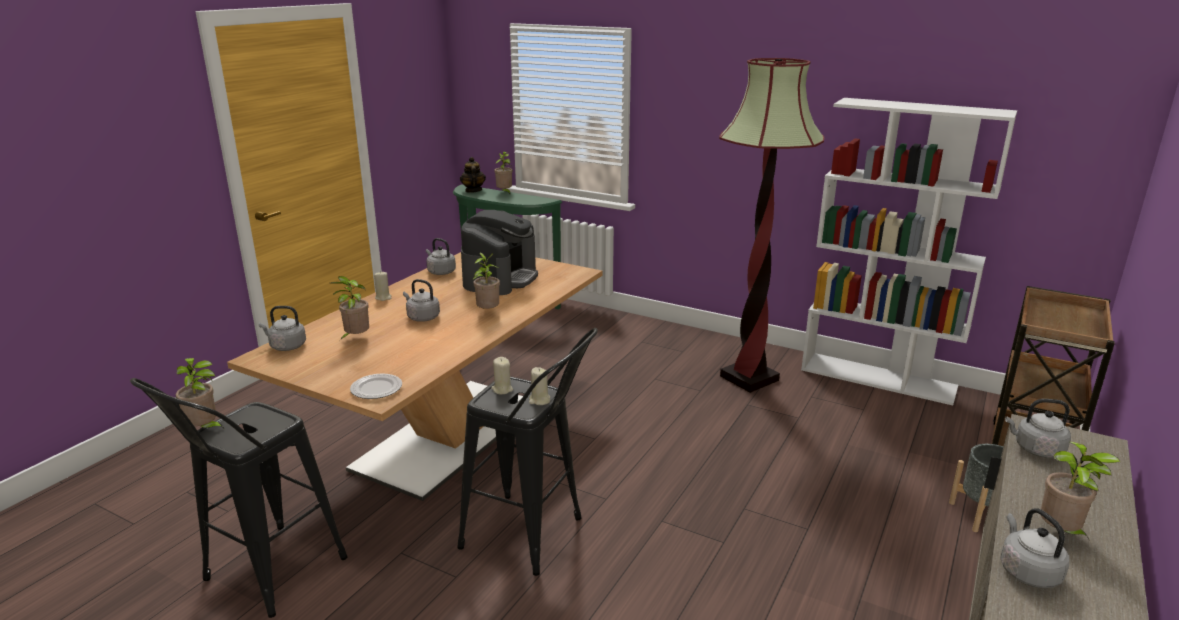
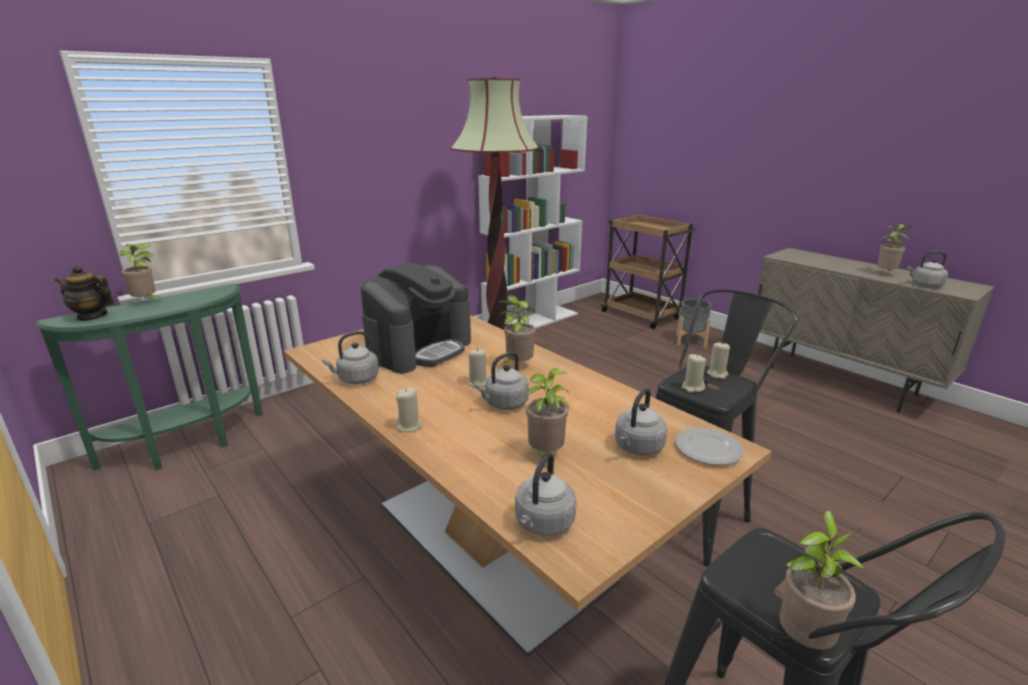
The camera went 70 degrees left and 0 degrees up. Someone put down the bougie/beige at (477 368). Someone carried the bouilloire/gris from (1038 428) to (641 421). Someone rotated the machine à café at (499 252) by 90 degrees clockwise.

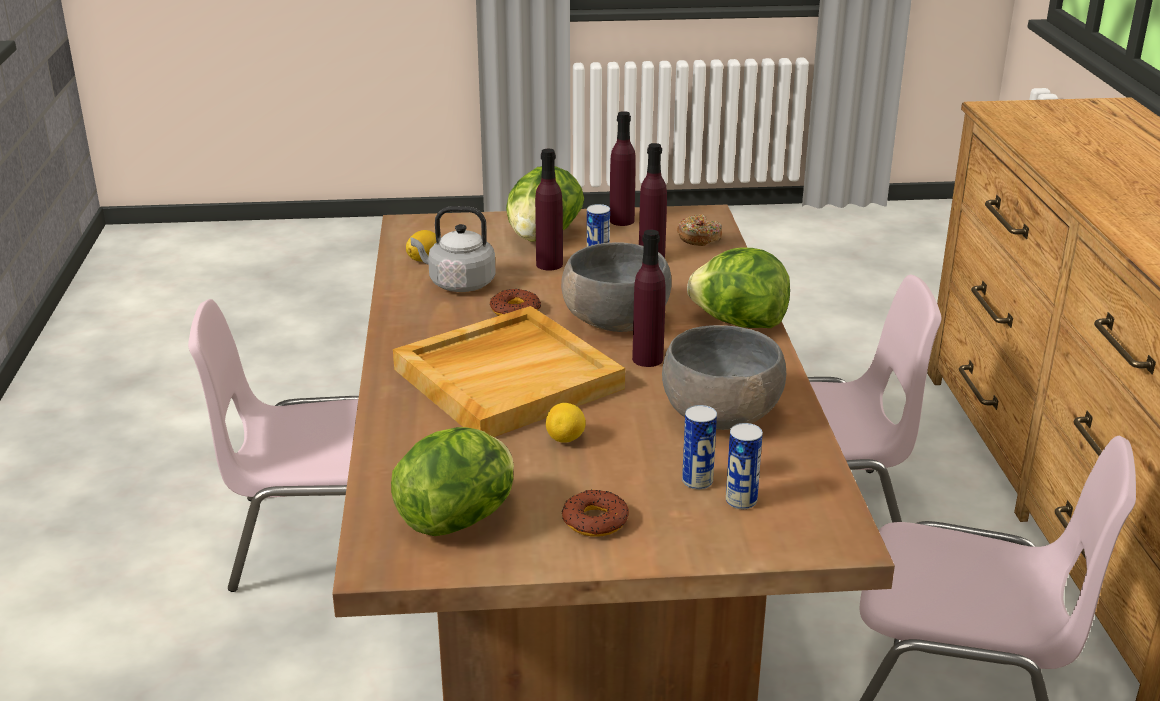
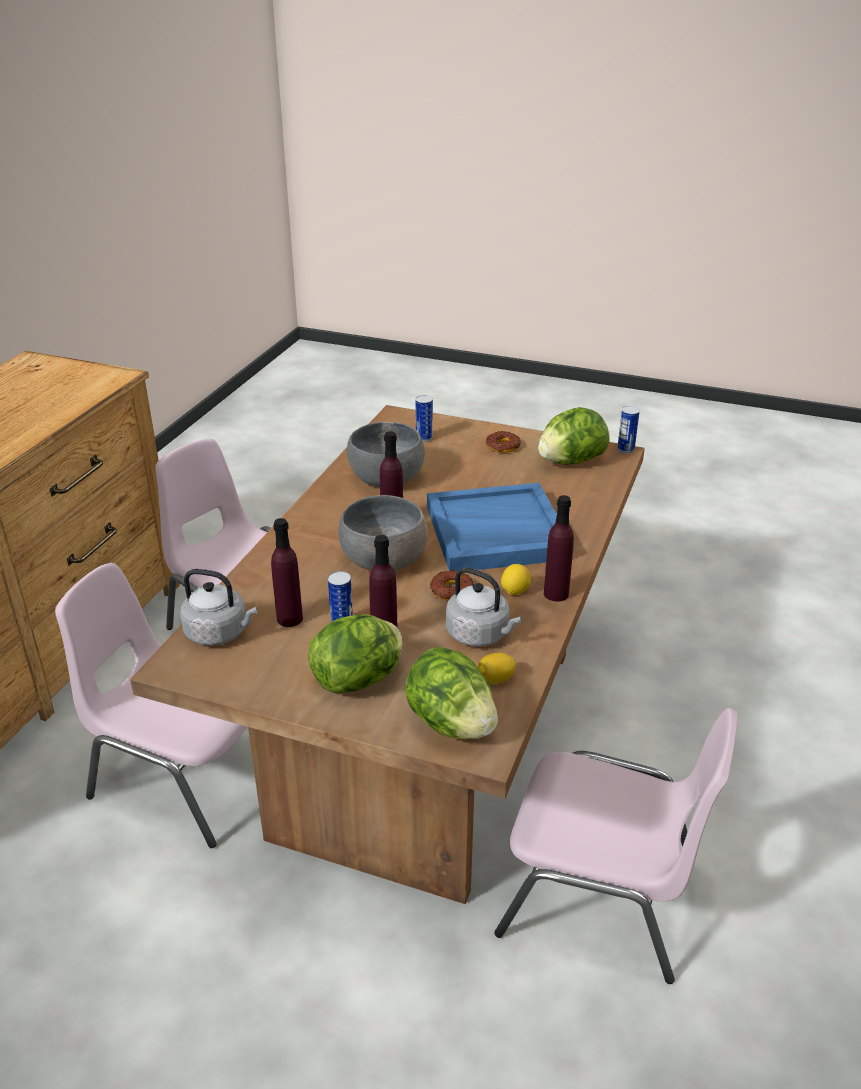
The camera went 155 degrees left and 5 degrees up. Someone carried the citron from (566 423) to (516 579). Someone carried the bouteille/violet from (623 168) to (559 548). Someone carried the boîte métallique from (699 447) to (628 430). Someone carried the laitue from (738 287) to (451 692). Someone swapped the beignet at (699 230) for the bouilloire/gris at (219 607). Someone repainted the plateau/beige at (509 371), which became the plateau/bleu at (500 527).

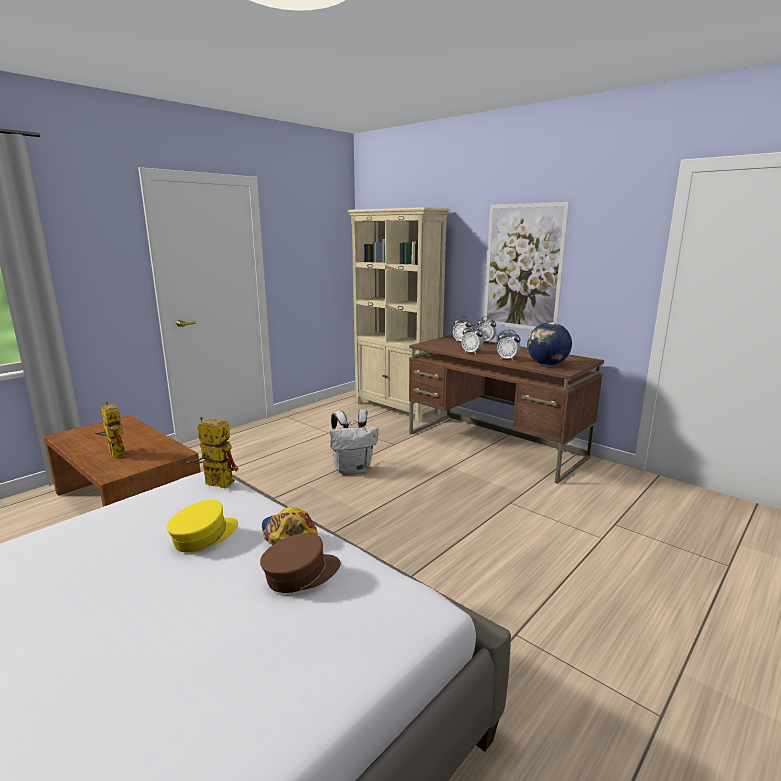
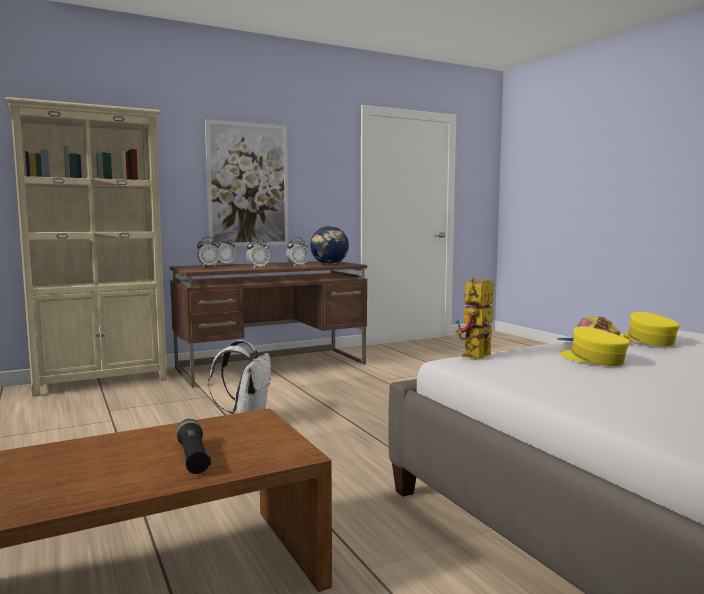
The camera went 70 degrees left and 10 degrees down. Someone swapped the robot jouet at (111 430) for the lampe de poche/noir at (194 446). Someone repainted the casquette/marron at (300 563), which became the casquette/jaune at (650 329).

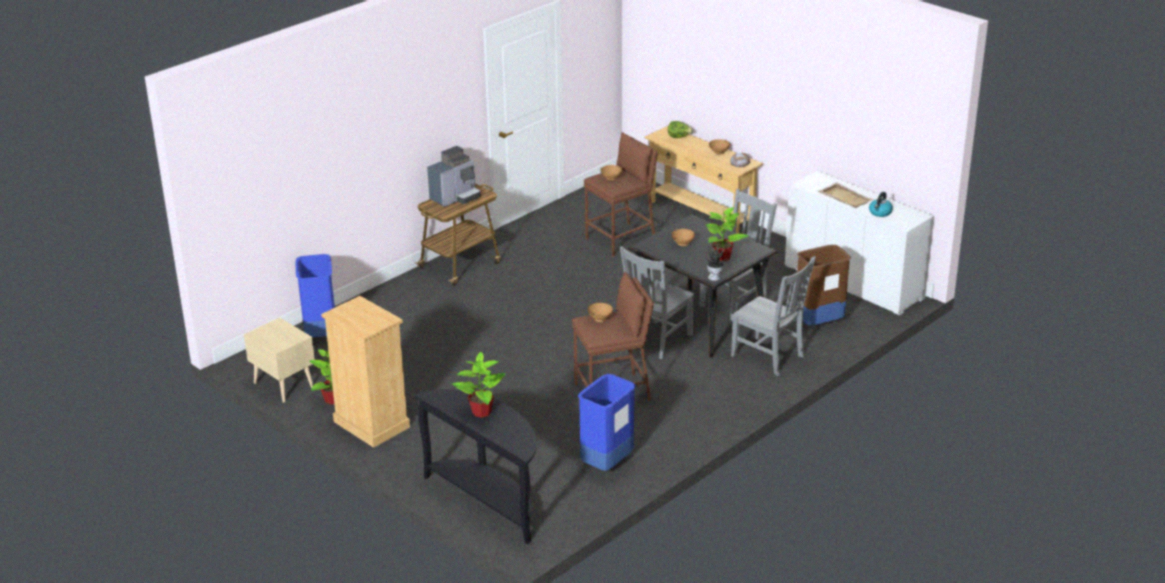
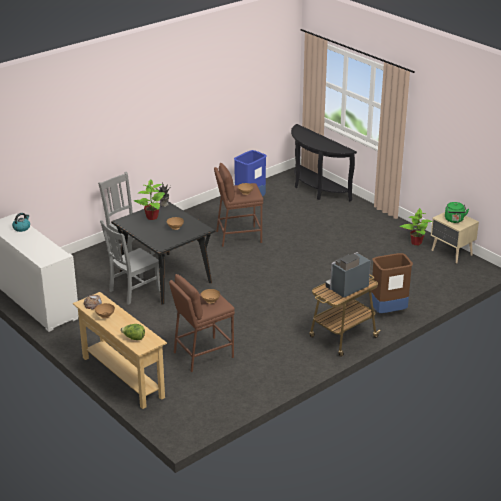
The camera went 175 degrees left and 0 degrees up. Someone took away the poubelle/bleu at (315 296). Someone took away the commode/beige at (365 372). Someone took away the plante en pot at (478 385). Someone took away the chaise/gris at (657 302). Someone took away the plateau/beige at (845 195). Someone put down the bouilloire/vert at (457 212). Someone carried the poubelle/marron from (824 285) to (392 283).

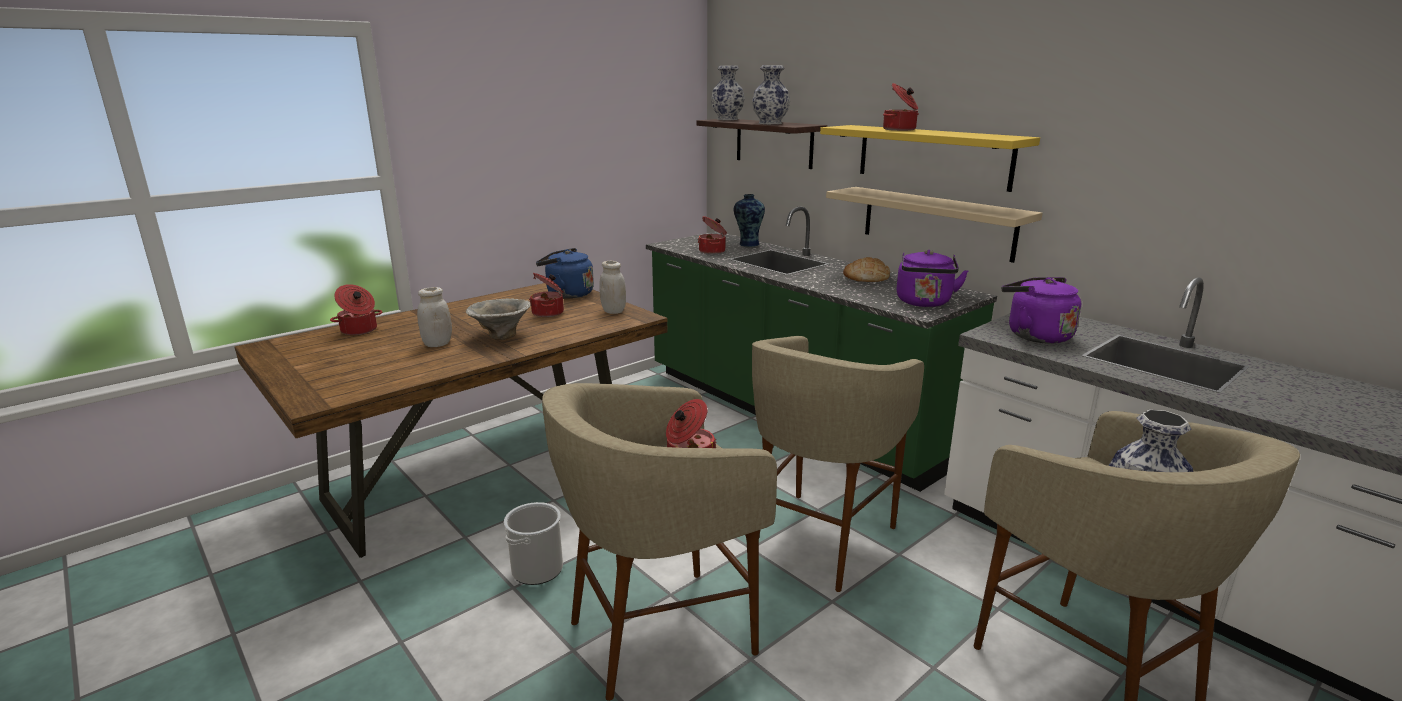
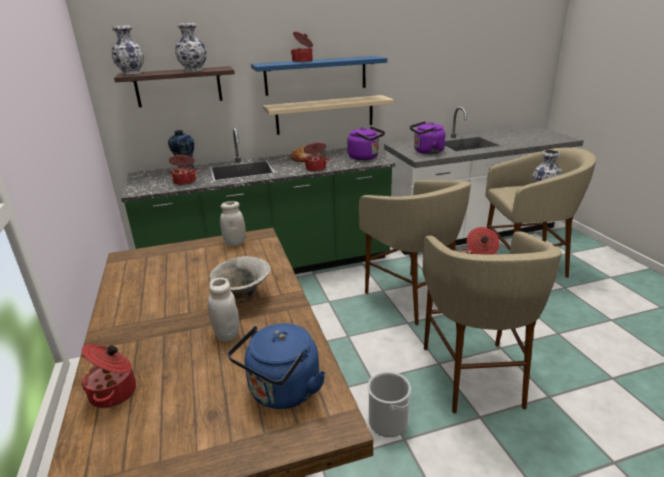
The camera went 65 degrees left and 5 degrees up. Someone carried the marmite from (546 295) to (315 156). Someone carried the bouilloire/bleu from (565 273) to (276 366). Someone repainted the étagère/jaune at (930 158), which became the étagère/bleu at (319 76).

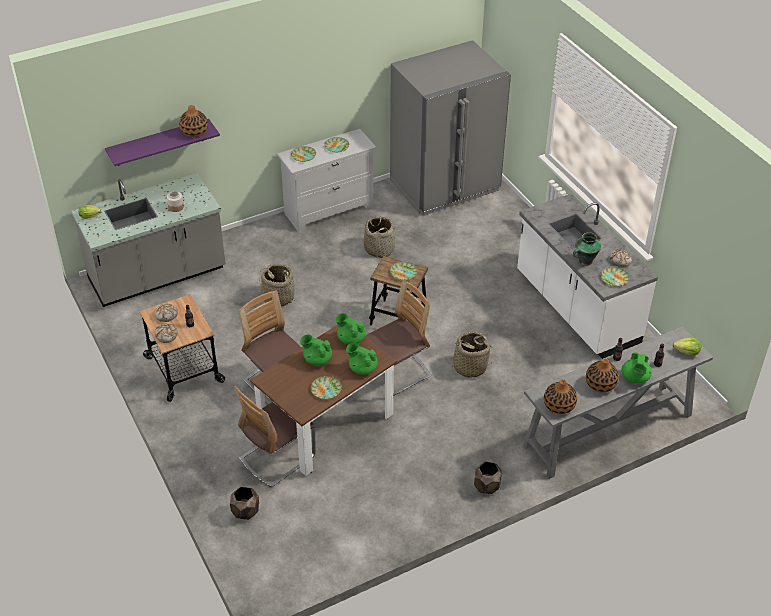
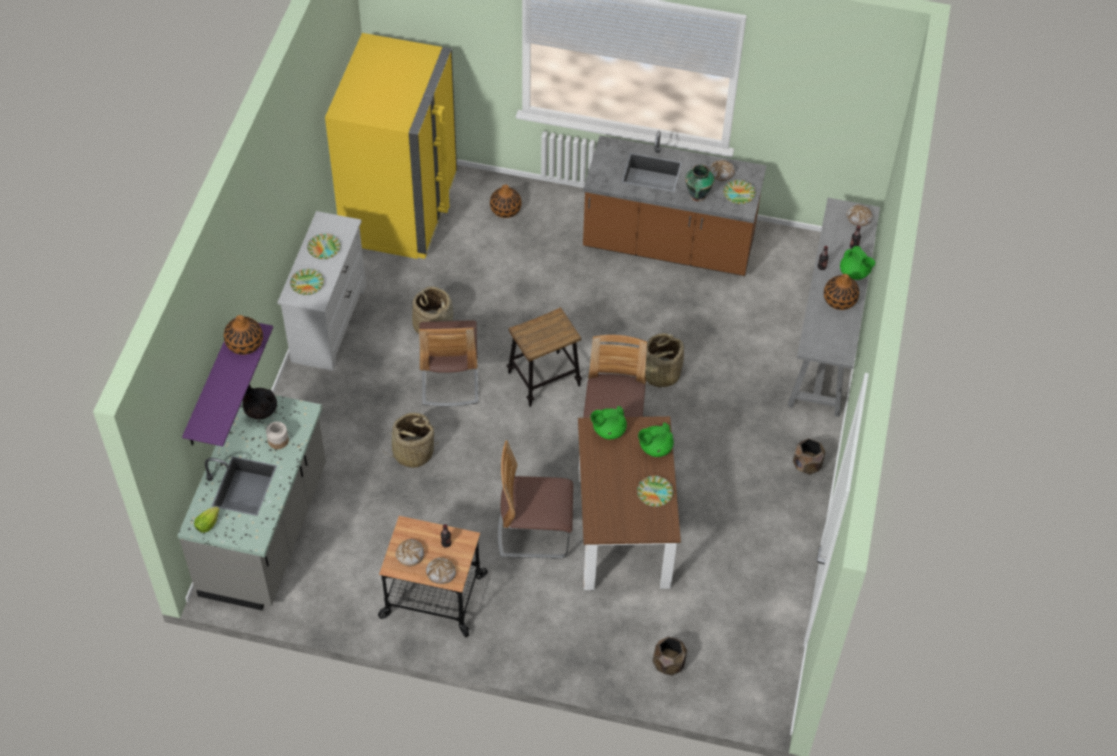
The camera went 50 degrees left and 10 degrees up. Someone took away the théière/vert at (316 350). Someone took away the assiette at (404 270). Someone put down the théière/noir at (260 402). Someone carried the chaise from (275 437) to (449 363). Someone carried the vase from (560 396) to (505 201). Someone swapped the laitue at (687 347) for the pain at (860 215). Someone repainted the réfrigérateur/gris at (450 128), which became the réfrigérateur/jaune at (391 146). Someone repainted the comptoir de cuisine/blanc at (587 276), which became the comptoir de cuisine/marron at (675 203).

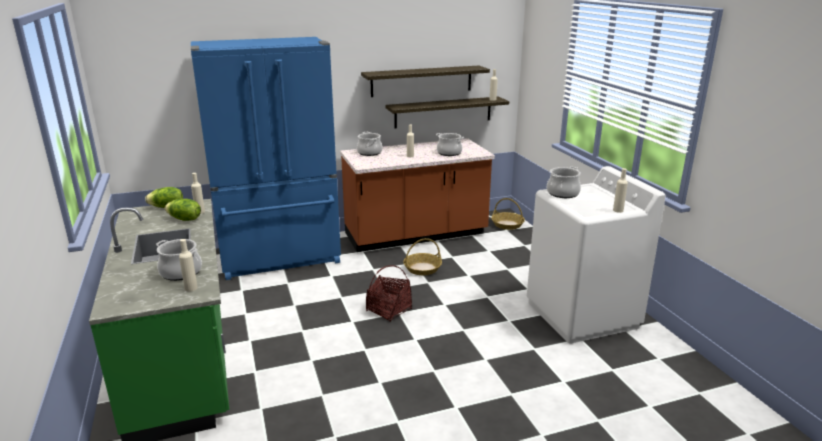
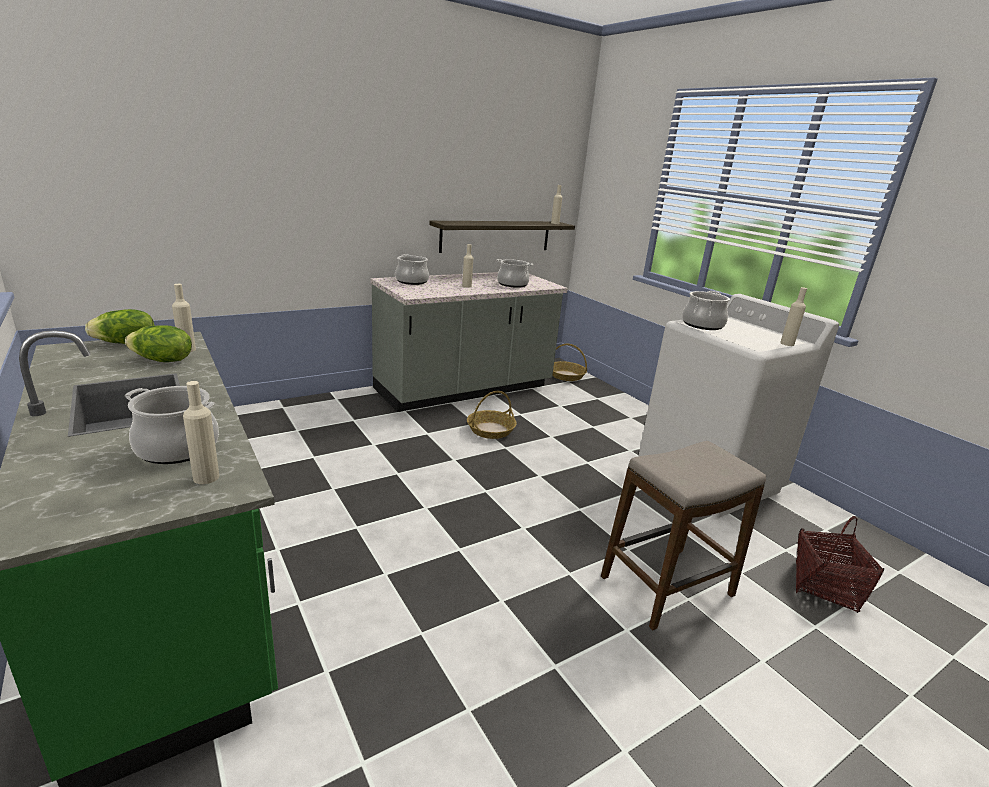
The camera went 15 degrees left and 0 degrees up. Someone took away the réfrigérateur/bleu at (266 158). Someone took away the étagère at (425 81). Someone put down the tabouret at (683 535). Someone carried the panier from (389 293) to (840 564). Someone repainted the comptoir de cuisine/marron at (417 195), which became the comptoir de cuisine/gris at (469 342).

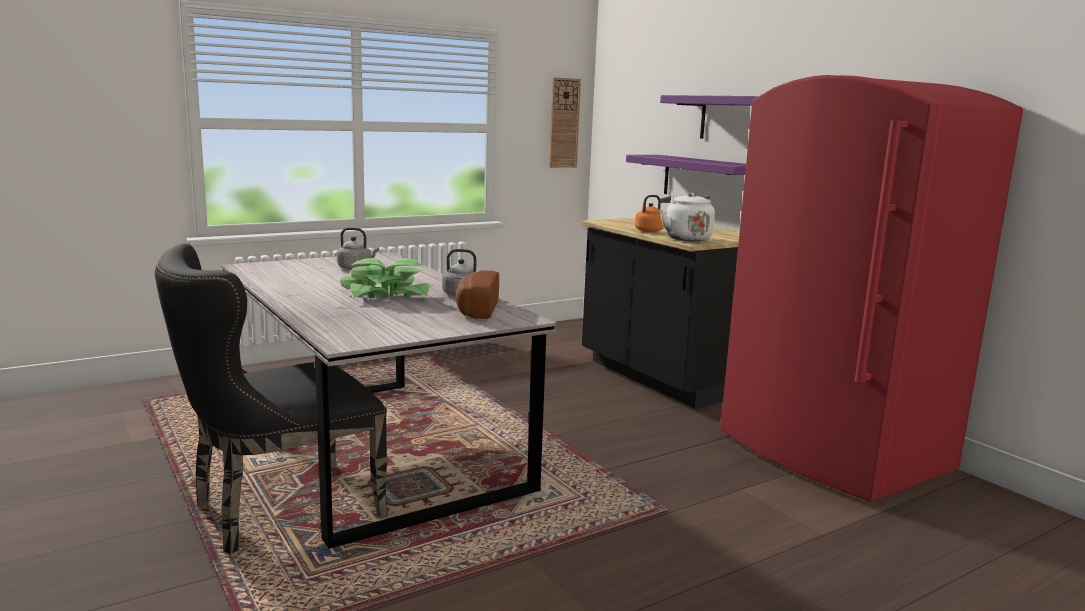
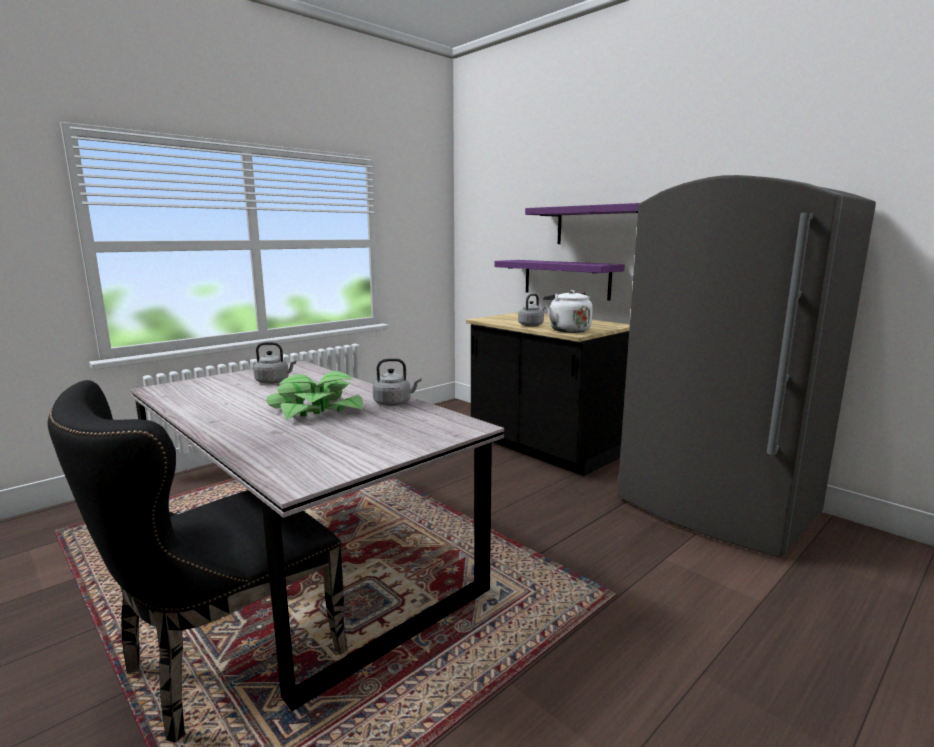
The camera went 10 degrees left and 0 degrees up. Someone took away the pain at (477 294). Someone took away the horloge murale at (565 122). Someone repainted the bouilloire/orange at (651 213), which became the bouilloire/gris at (531 310). Someone repainted the réfrigérateur/rouge at (872 288), which became the réfrigérateur/gris at (746 366).

